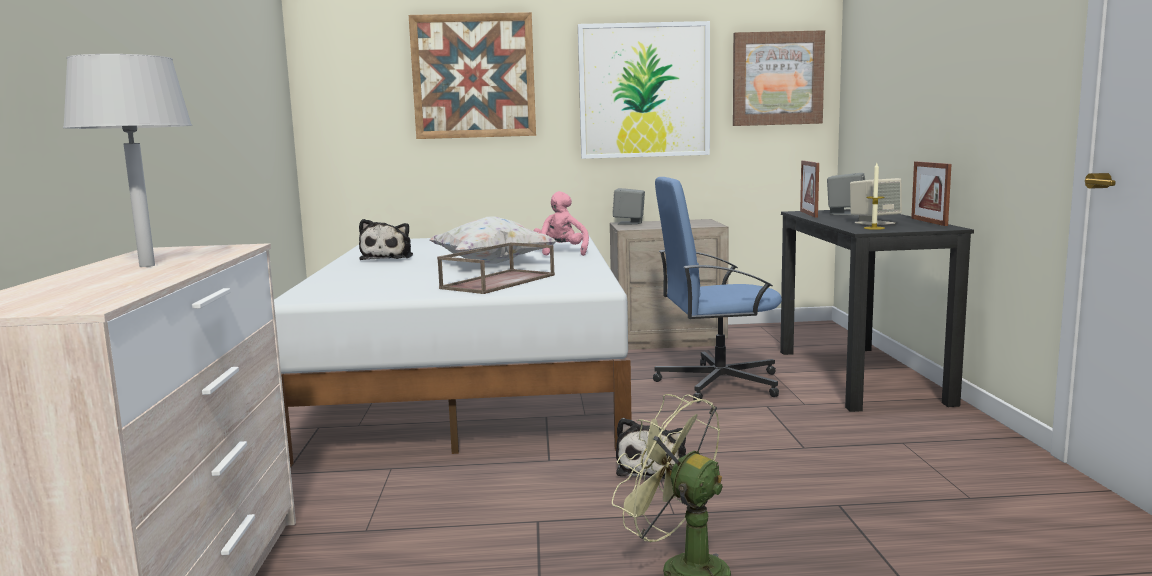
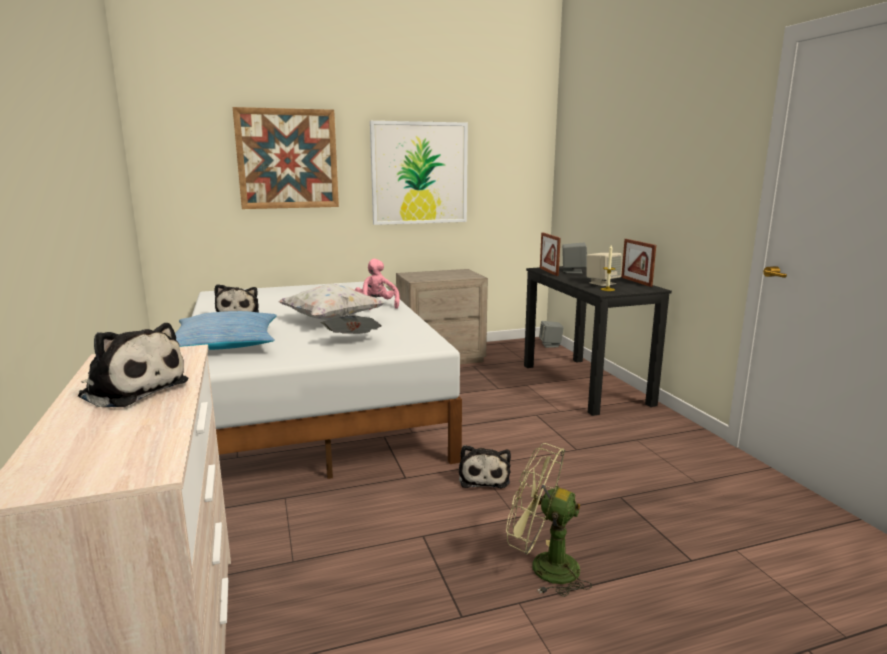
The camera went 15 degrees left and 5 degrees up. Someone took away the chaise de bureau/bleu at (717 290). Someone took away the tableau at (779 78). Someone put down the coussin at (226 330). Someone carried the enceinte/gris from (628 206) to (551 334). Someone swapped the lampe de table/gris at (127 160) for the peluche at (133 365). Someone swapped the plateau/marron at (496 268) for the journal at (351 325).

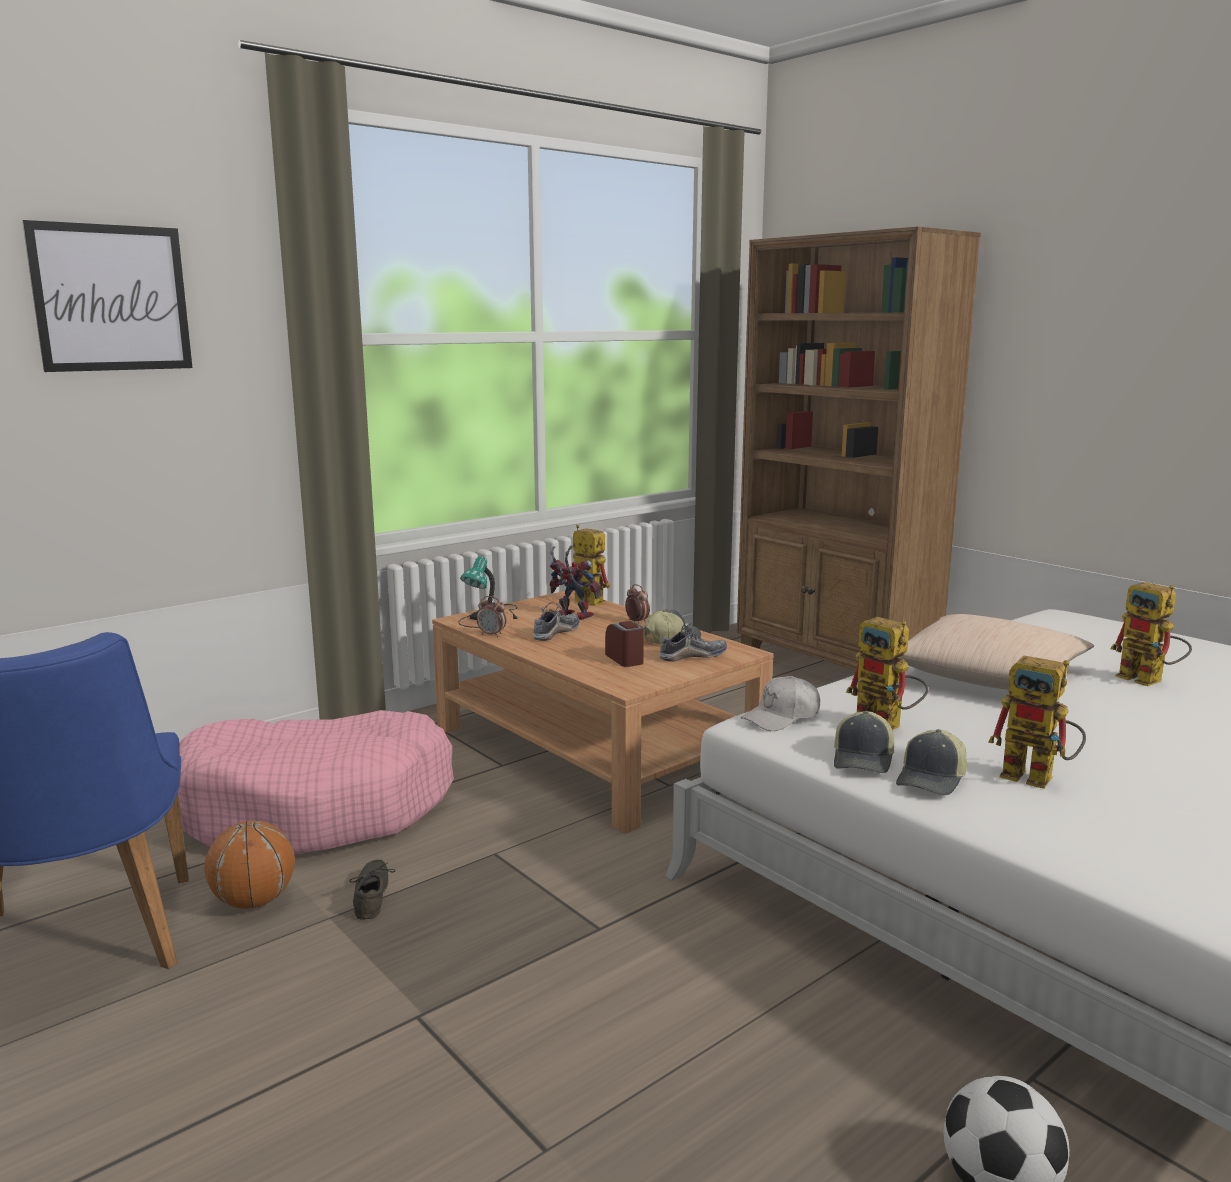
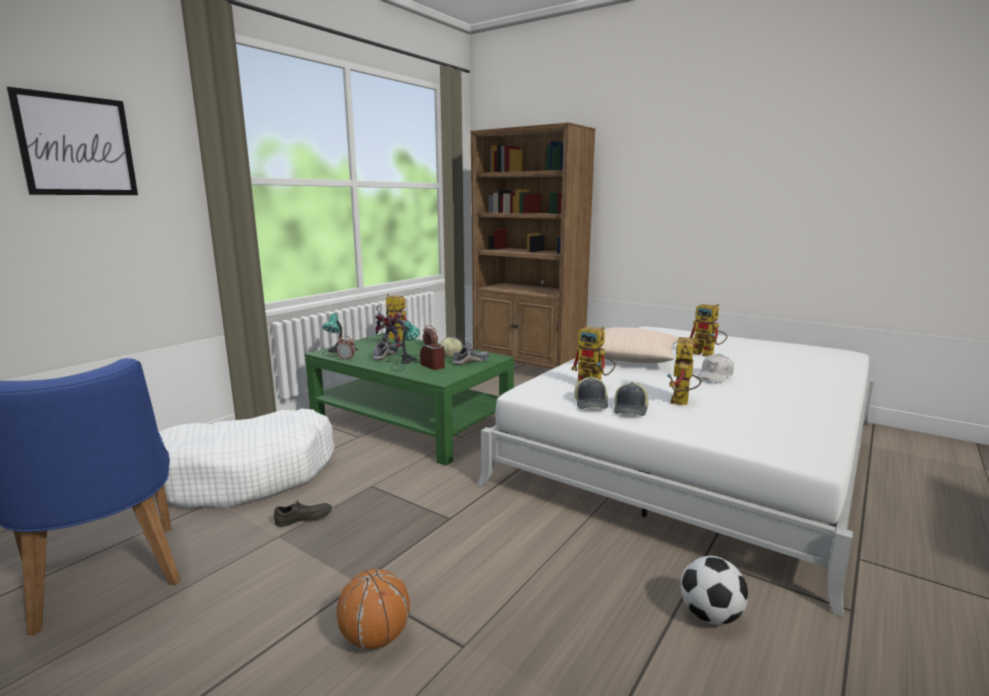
The camera went 15 degrees left and 0 degrees up. Someone put down the lampe de table at (403 346). Someone carried the ballon de basket from (249 865) to (373 609). Someone carried the casquette/blanc from (780 703) to (715 368). Someone repainted the panier pour chien/rose at (316 782), which became the panier pour chien/blanc at (247 458). Someone repainted the table basse/marron at (603 712), which became the table basse/vert at (409 399). Someone rotated the chaussure/gris at (372 890) by 90 degrees clockwise. Someone rotated the robot jouet at (1037 722) by 90 degrees clockwise.

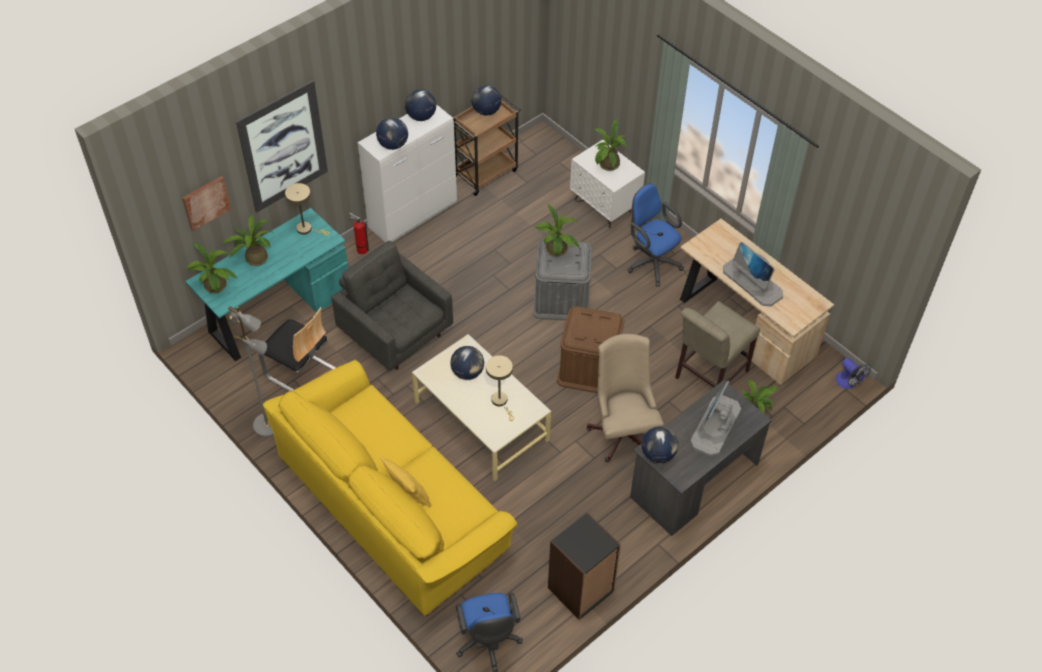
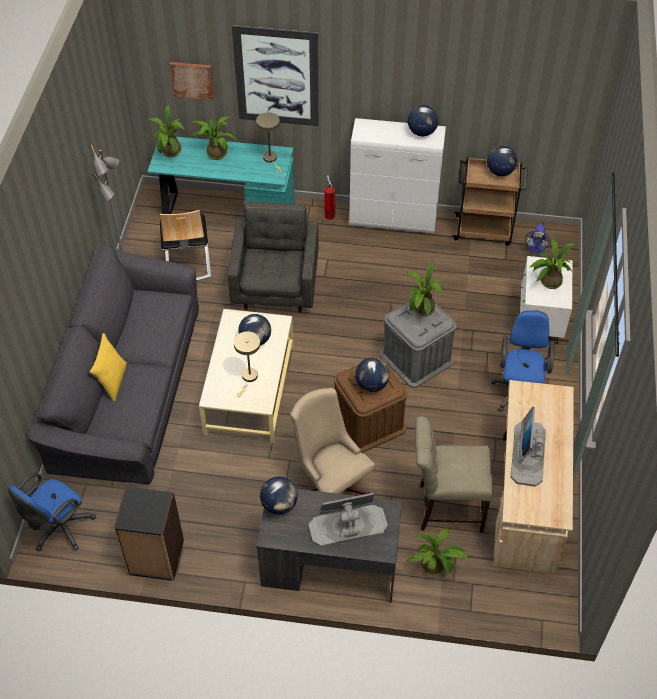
The camera went 50 degrees right and 0 degrees up. Someone carried the globe from (392 133) to (372 375). Someone carried the ventilateur from (853 373) to (538 239). Someone repainted the canapé/jaune at (390 488), which became the canapé/gris at (113 364). Someone rotated the chaise de bureau/beige at (625 398) by 75 degrees counterclockwise.

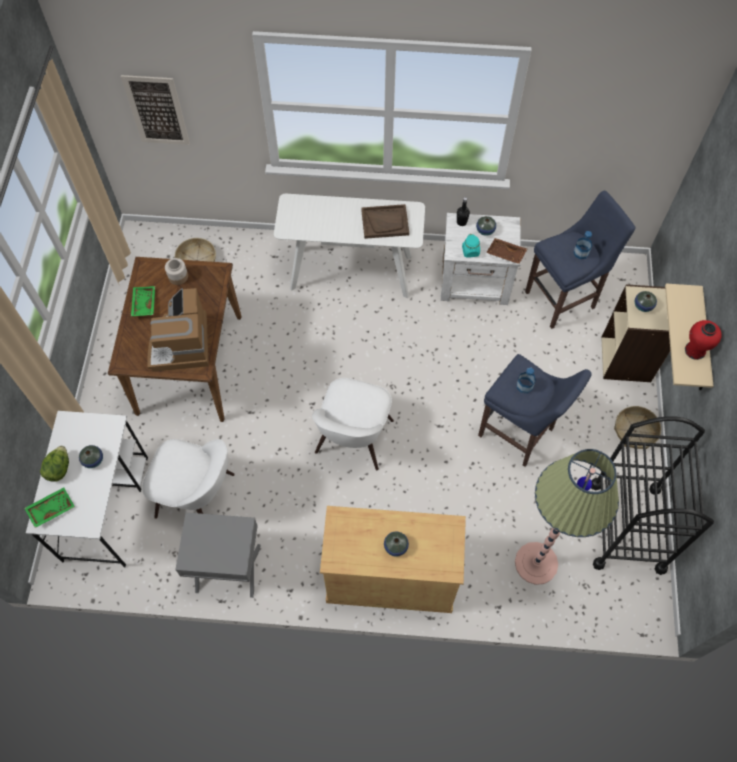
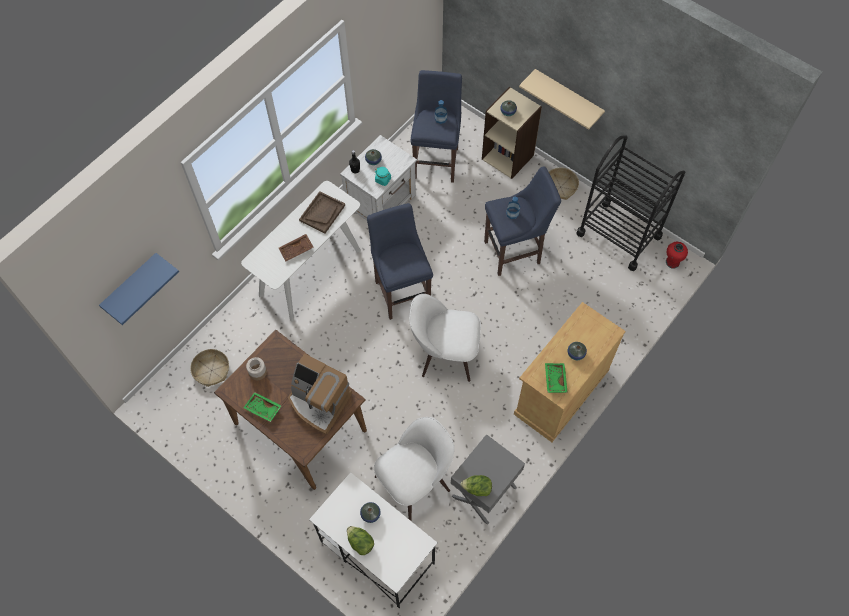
The camera went 55 degrees left and 0 degrees up. Someone took away the lampadaire at (567 517). Someone put down the tabouret/bleu at (400 261). Someone put down the laitue at (476 485). Someone carried the plateau/vert from (49 507) to (556 378). Someone carried the plateau/marron from (506 251) to (296 248). Someone carried the vase/rouge from (703 340) to (677 255). Someone swapped the tableau at (155 110) for the étagère/bleu at (139 289). Someone rotated the chaise/blanc at (353 424) by 135 degrees clockwise.

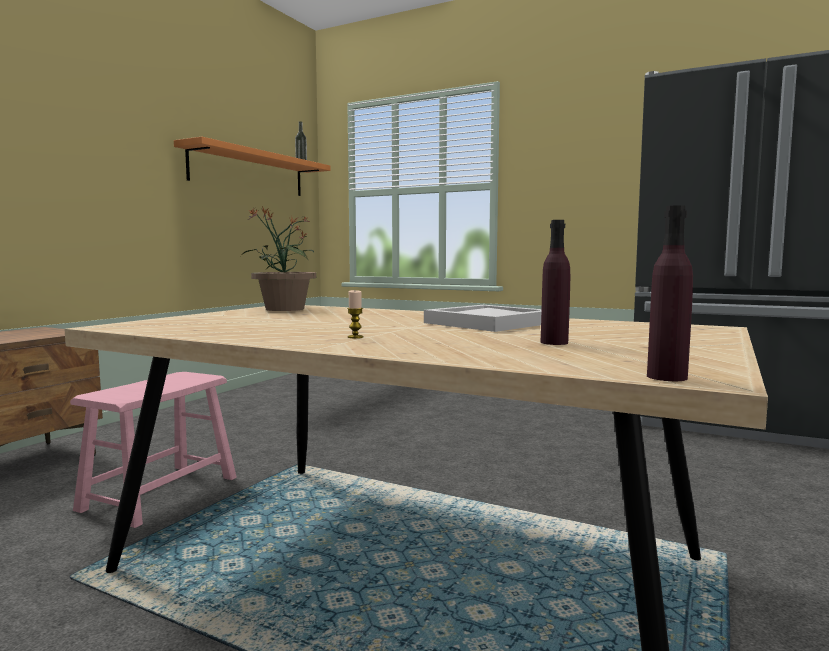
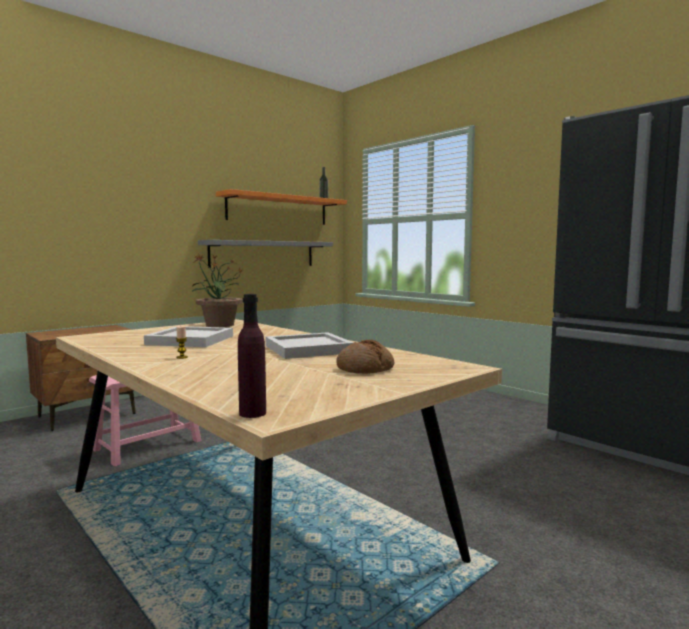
The camera went 20 degrees right and 0 degrees up. Someone took away the bouteille/violet at (555 282). Someone put down the plateau/blanc at (188 336). Someone put up the étagère/gris at (265 254). Someone put down the pain at (365 356).

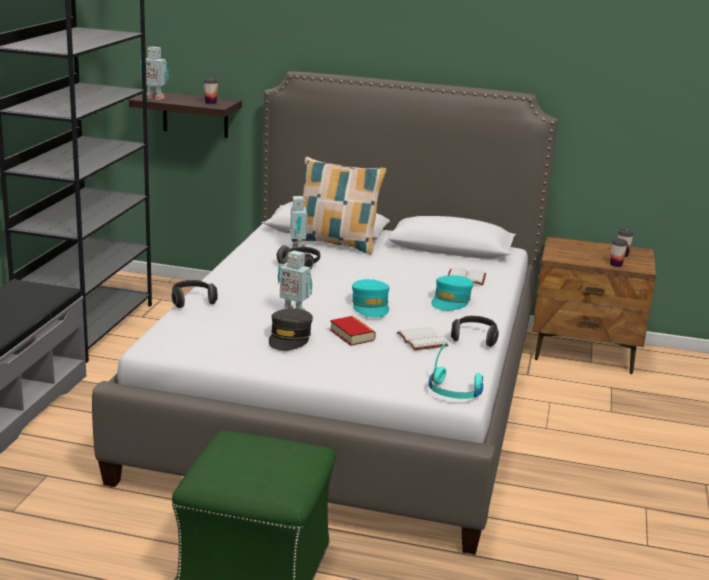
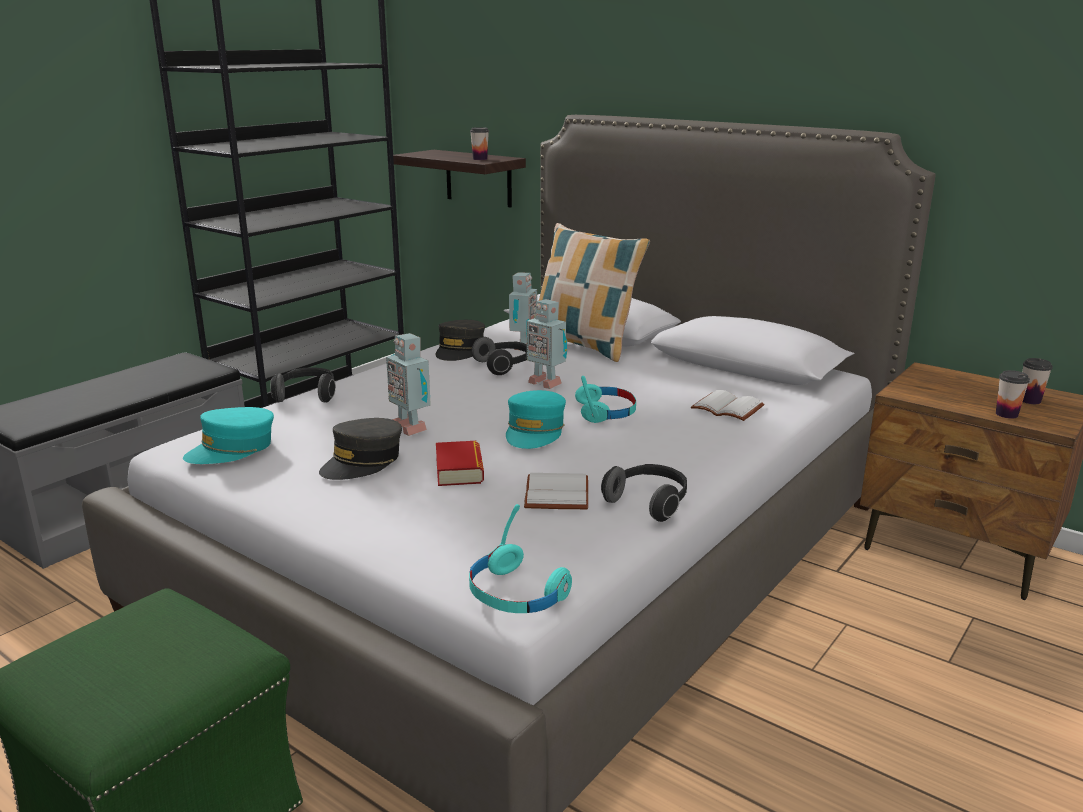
The camera went 25 degrees right and 0 degrees up. Someone put down the casquette/gris at (460 340). Someone put down the casque audio/turquoise at (605 399). Someone carried the robot jouet from (154 73) to (546 344). Someone carried the casquette/turquoise from (452 293) to (228 435).

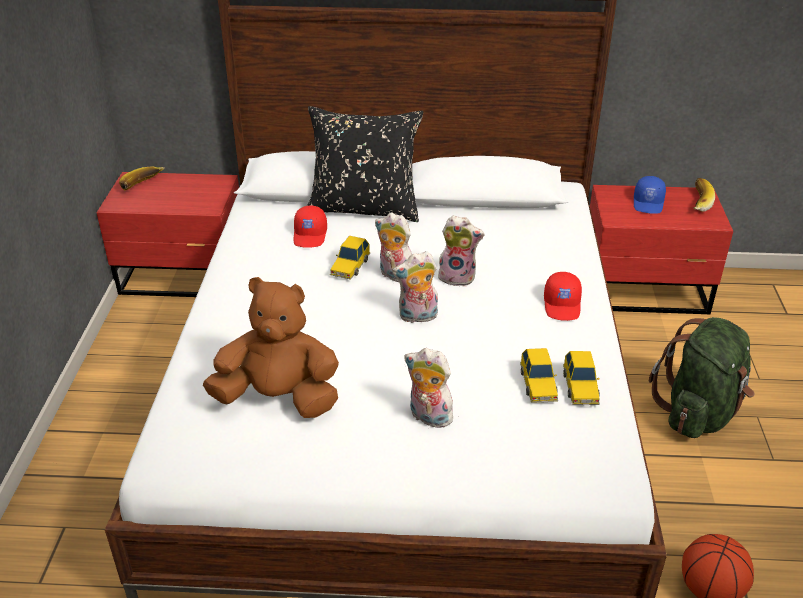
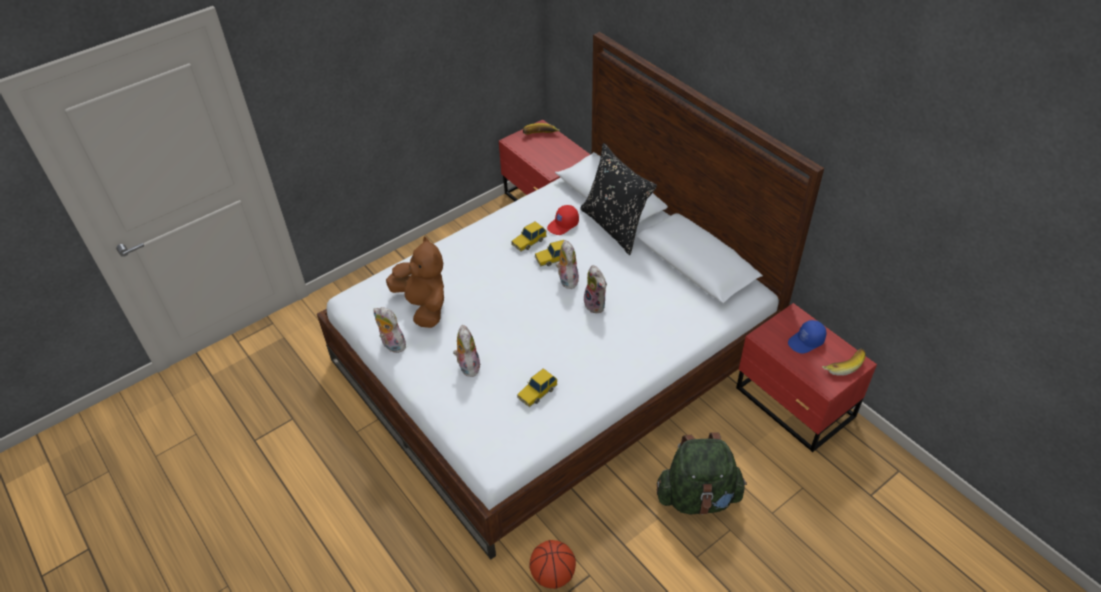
The camera went 50 degrees right and 10 degrees up. Someone took away the casquette/rouge at (563 296). Someone carried the peluche from (415 287) to (390 330). Someone carried the petite voiture from (581 378) to (529 236).

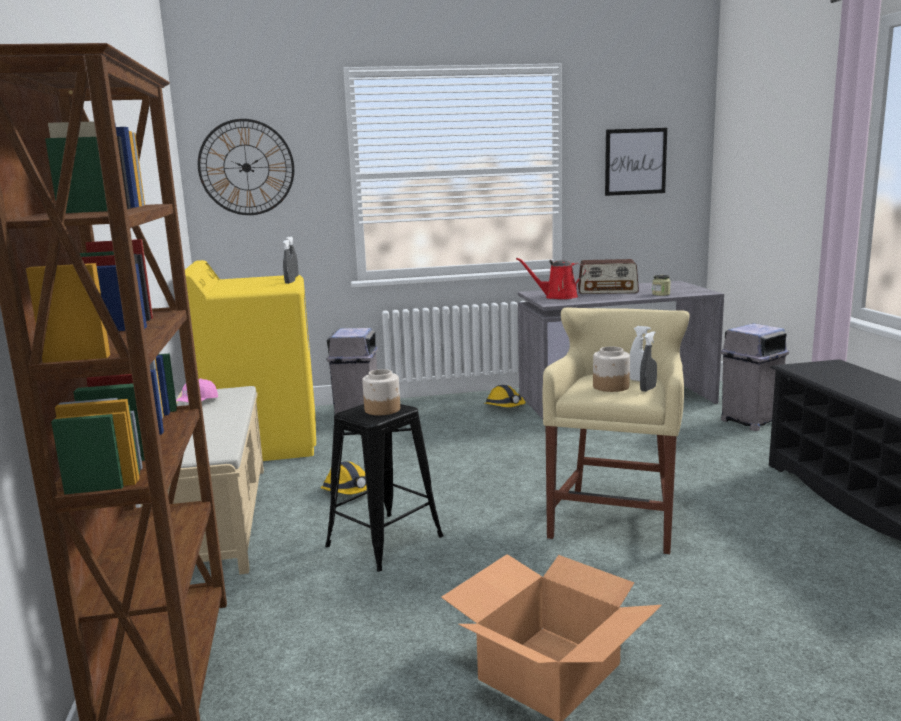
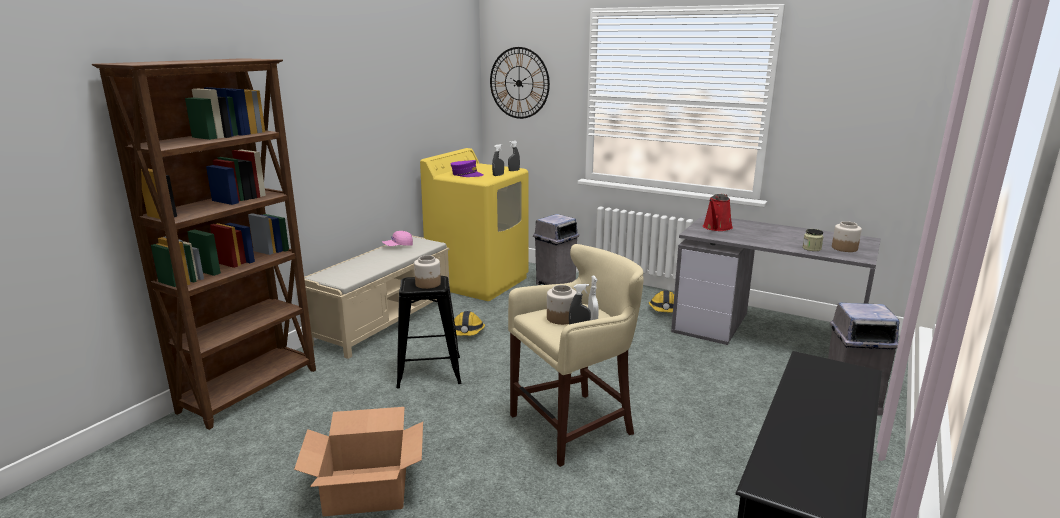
The camera went 40 degrees right and 5 degrees up. Someone took away the radio at (608 276). Someone took away the tableau at (636 162). Someone put down the casquette/violet at (467 168). Someone put down the bocal at (847 236). Someone rotated the arrosoir/rouge at (551 278) by 105 degrees counterclockwise.

